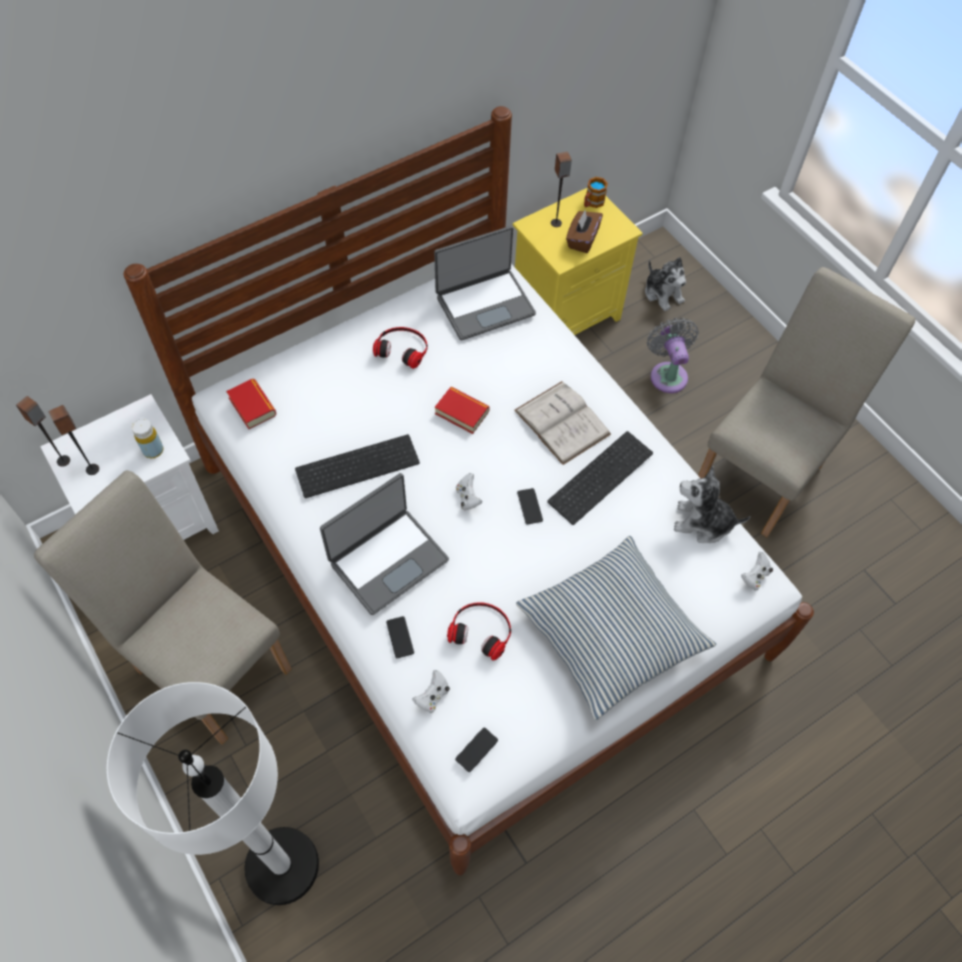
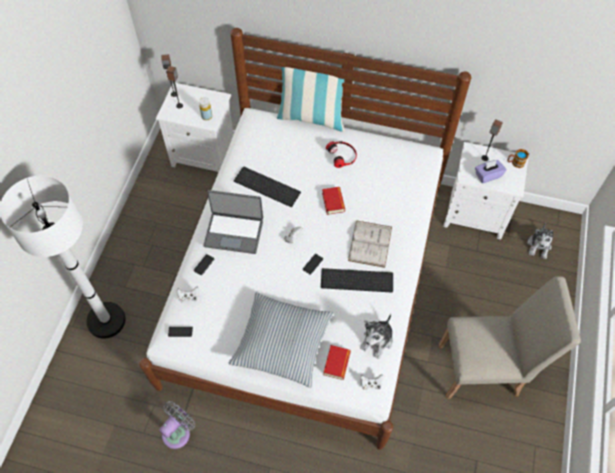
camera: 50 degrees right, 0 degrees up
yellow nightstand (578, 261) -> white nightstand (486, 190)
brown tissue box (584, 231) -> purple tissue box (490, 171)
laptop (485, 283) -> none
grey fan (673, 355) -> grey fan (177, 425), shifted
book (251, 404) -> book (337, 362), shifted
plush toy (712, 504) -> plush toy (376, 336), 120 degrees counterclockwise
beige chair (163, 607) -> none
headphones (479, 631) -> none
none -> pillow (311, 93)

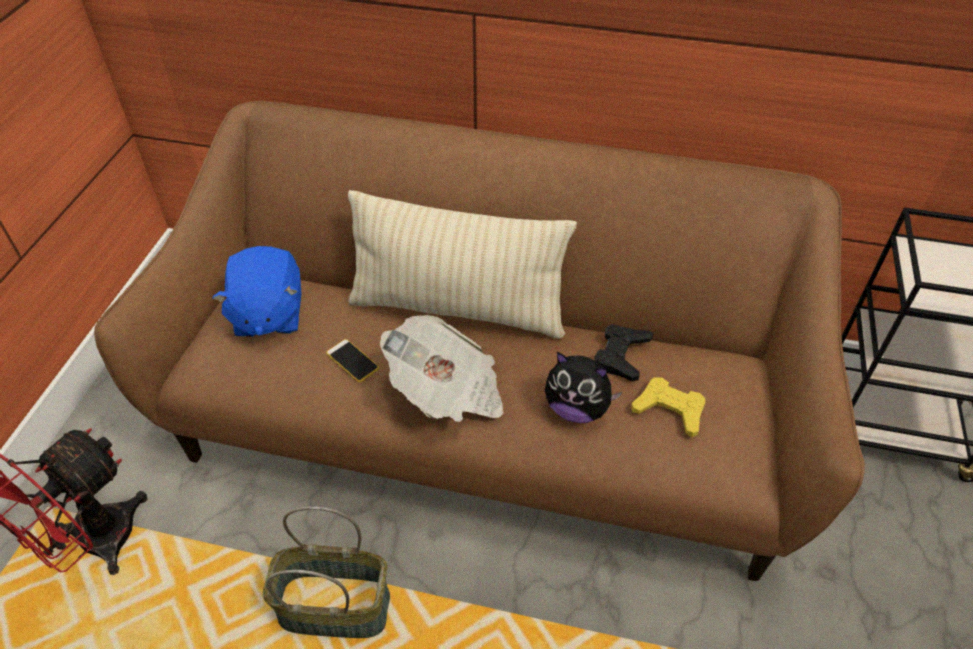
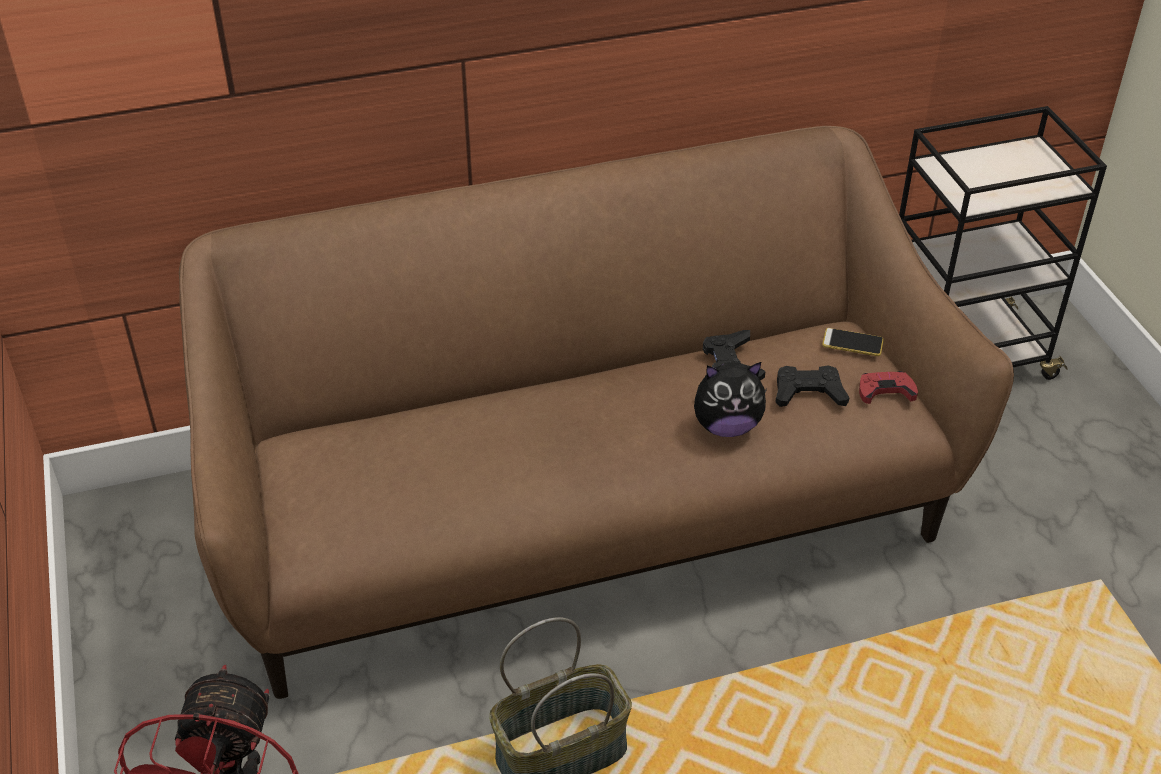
camera: 30 degrees left, 5 degrees down
beige pillow (462, 264) -> none
blue plush toy (256, 292) -> none
newspaper (442, 368) -> none
phone (352, 360) -> phone (853, 342), shifted
yellow game controller (668, 407) -> black game controller (812, 386)
none -> red game controller (888, 387)

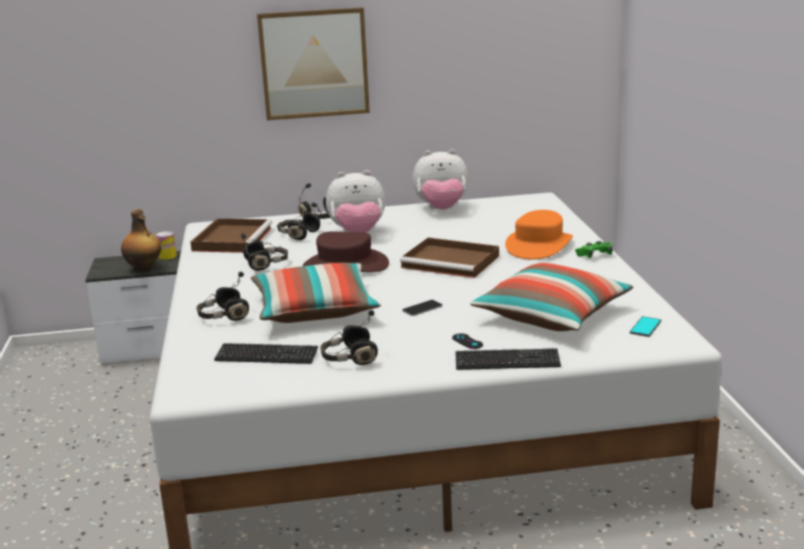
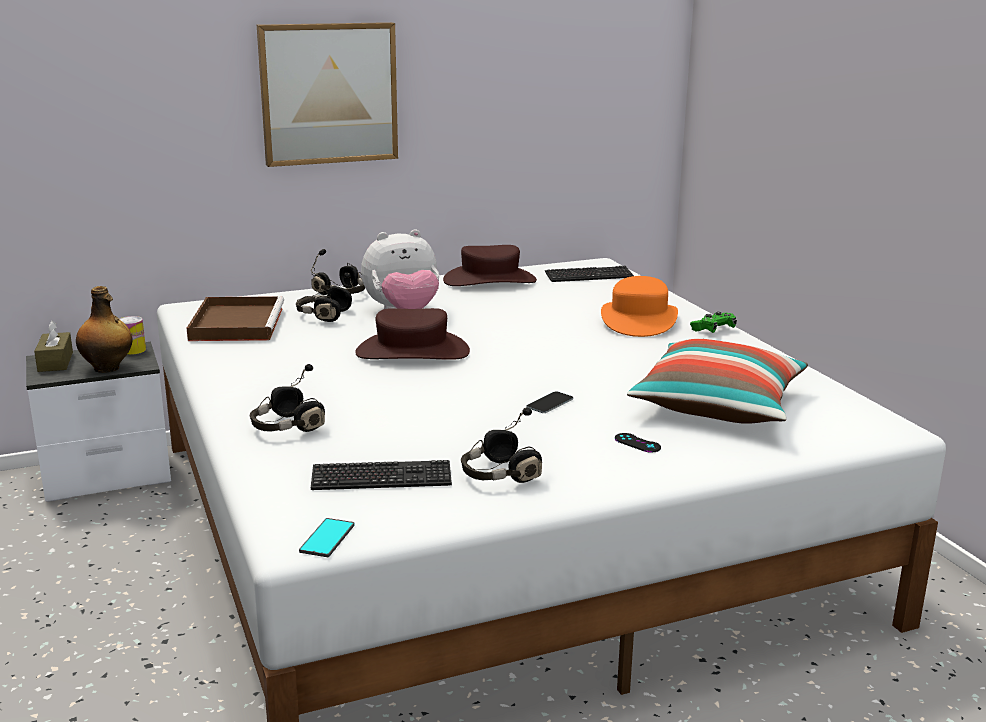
camera: 15 degrees left, 0 degrees up
plush toy (440, 179) -> brown hat (490, 265)
black headphones (264, 252) -> none
brown tray (449, 257) -> none
pillow (316, 293) -> none
phone (645, 326) -> phone (326, 537), shifted
keyboard (508, 359) -> keyboard (589, 274), shifted
none -> brown tissue box (53, 346)

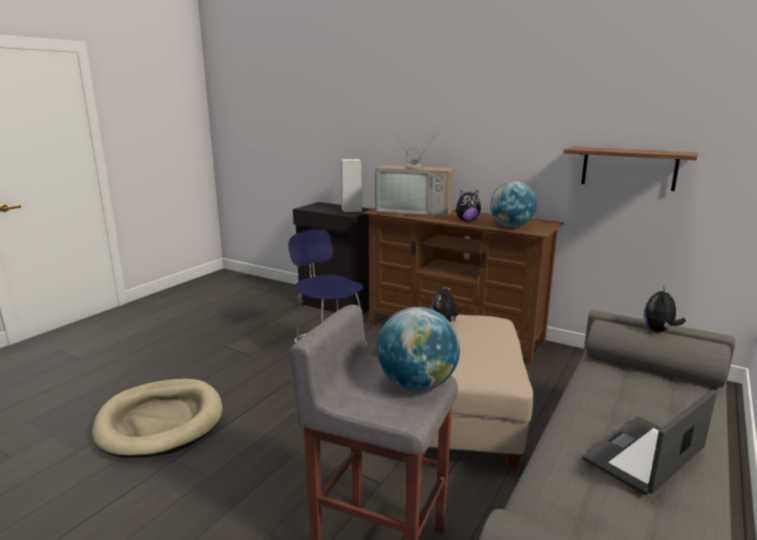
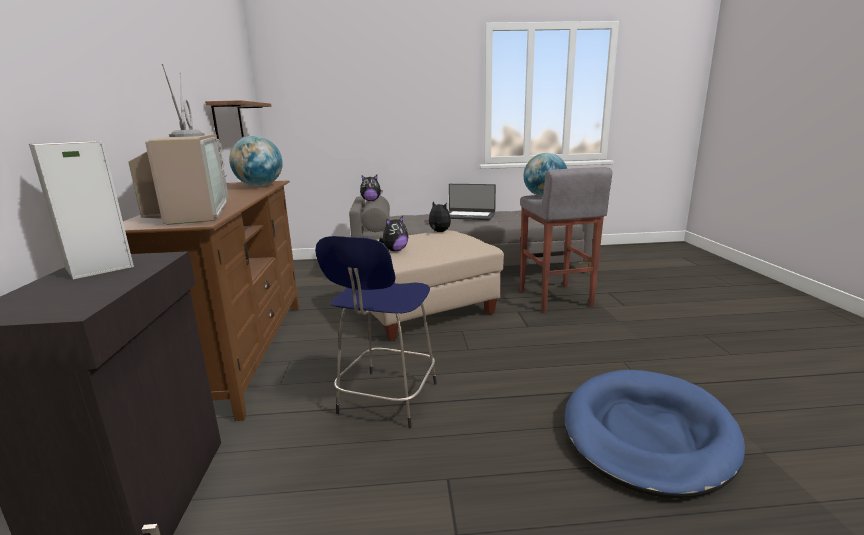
camera: 125 degrees left, 0 degrees up
plush toy (468, 205) -> plush toy (438, 217), shifted
beige dog bed (157, 418) -> blue dog bed (654, 434)

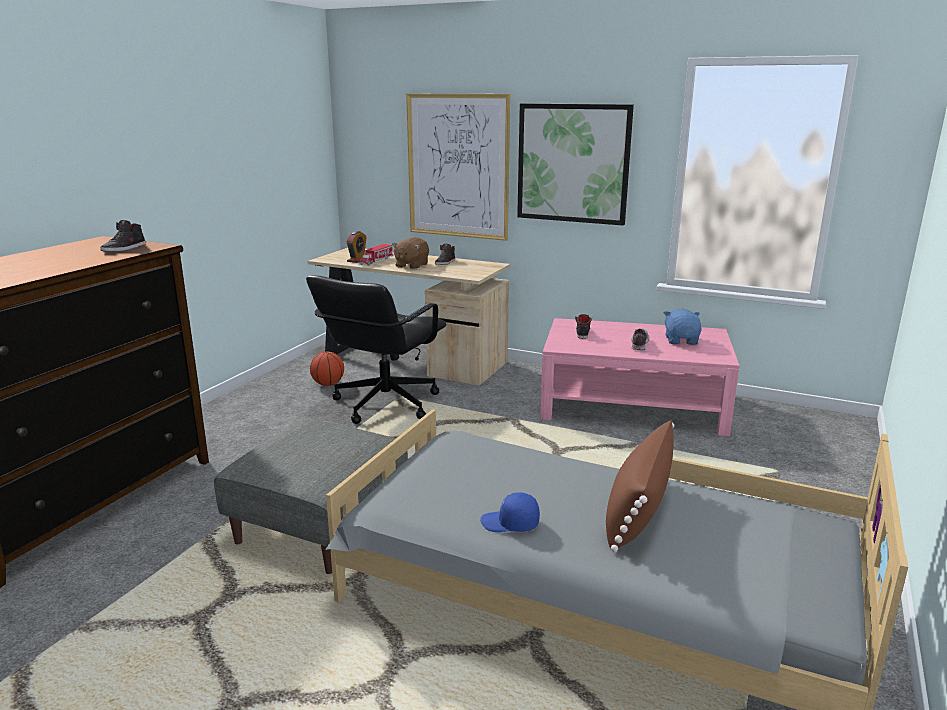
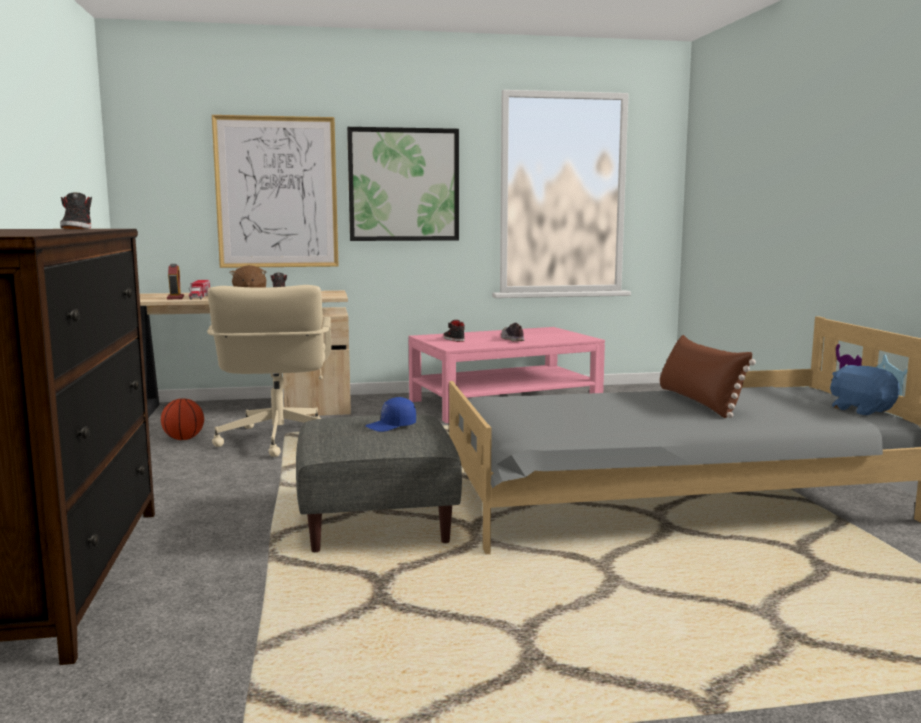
camera: 35 degrees left, 10 degrees down
black office chair (376, 349) -> beige office chair (269, 371)
blue plush toy (683, 327) -> blue plush toy (865, 390), shifted
blue cap (510, 512) -> blue cap (390, 414), shifted

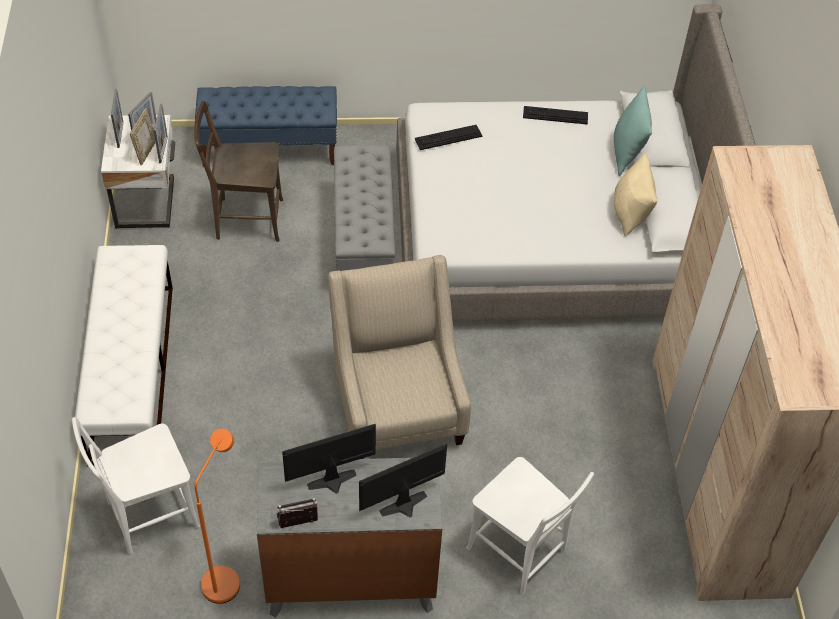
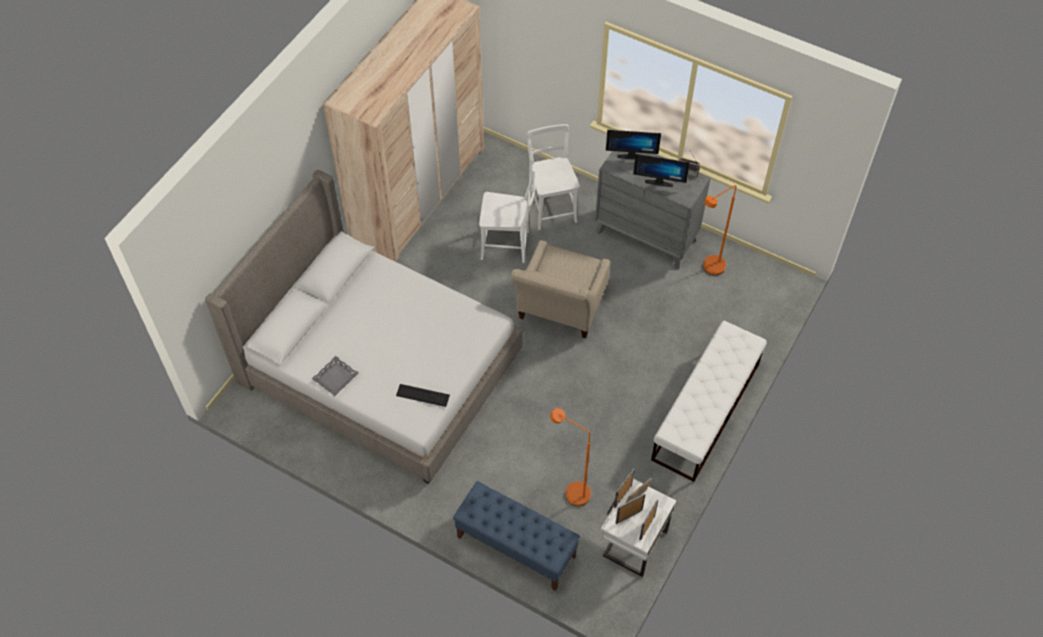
camera: 145 degrees left, 5 degrees up
turquoise pillow (633, 131) -> none
brown chair (238, 171) -> orange floor lamp (570, 457)
keyboard (555, 115) -> grey tray (335, 376)
grey bench (364, 208) -> none
beige pillow (635, 194) -> none
white chair (136, 485) -> white chair (507, 217), shifted

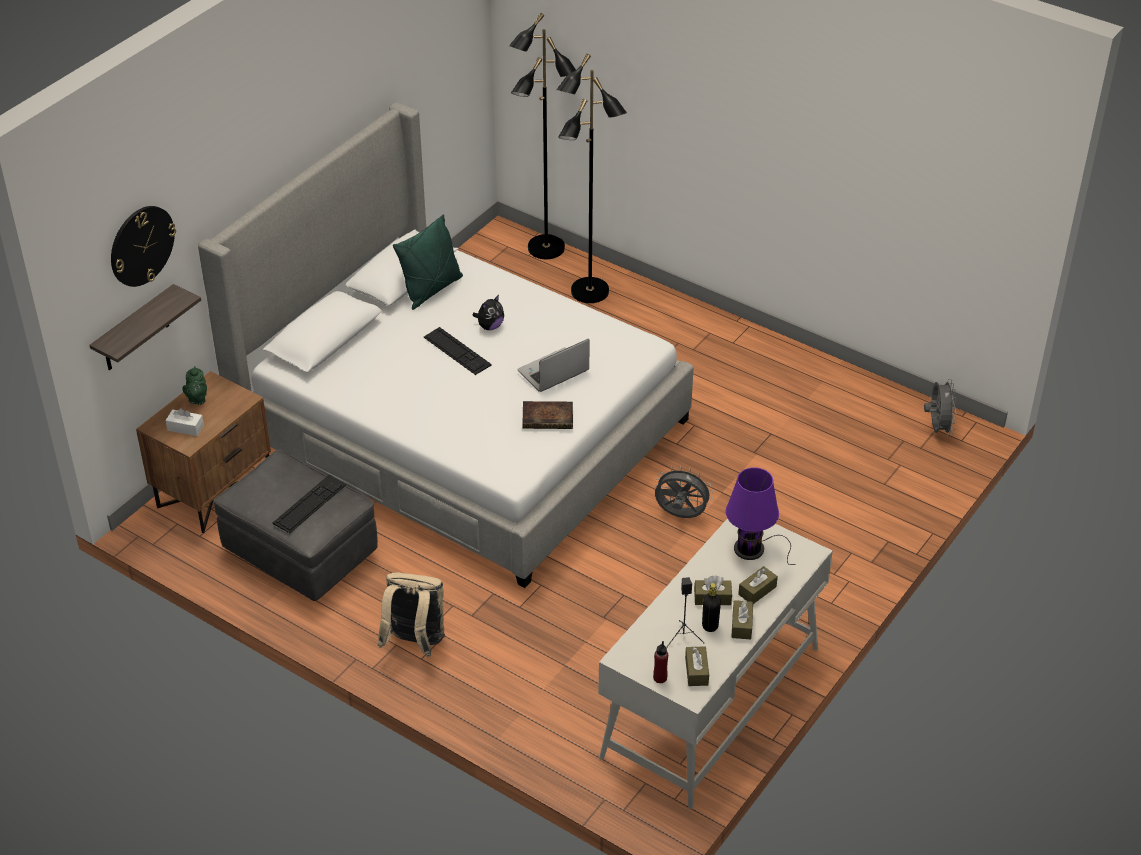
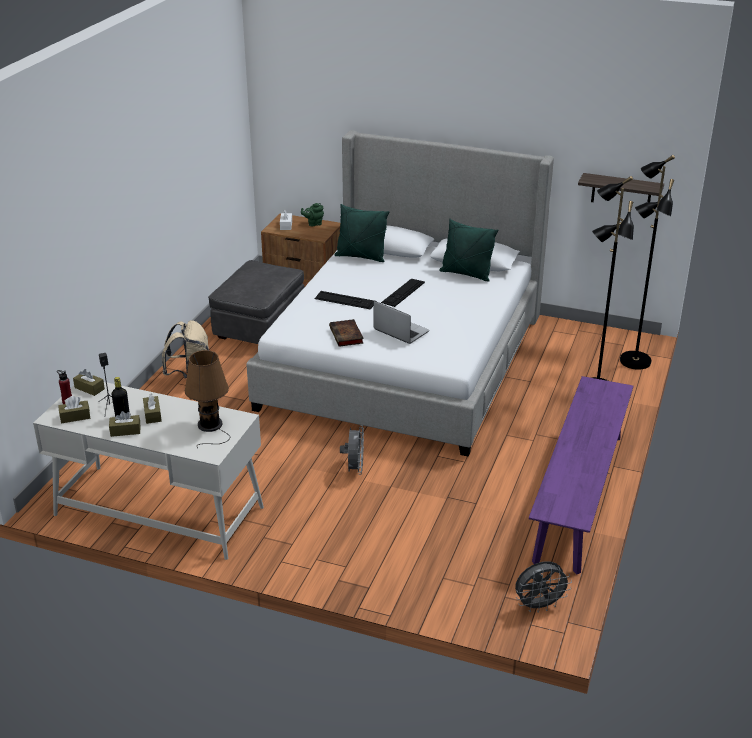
camera: 75 degrees right, 10 degrees down
wall clock (143, 246) -> none
shelf (145, 327) -> shelf (621, 187), shifted
plush toy (488, 312) -> none
purple table lamp (761, 516) -> brown table lamp (207, 399)
keyboard (309, 503) -> keyboard (344, 300), shifted
brown tissue box (758, 585) -> brown tissue box (89, 382), shifted
none -> green pillow (362, 233)
none -> purple bench (581, 475)

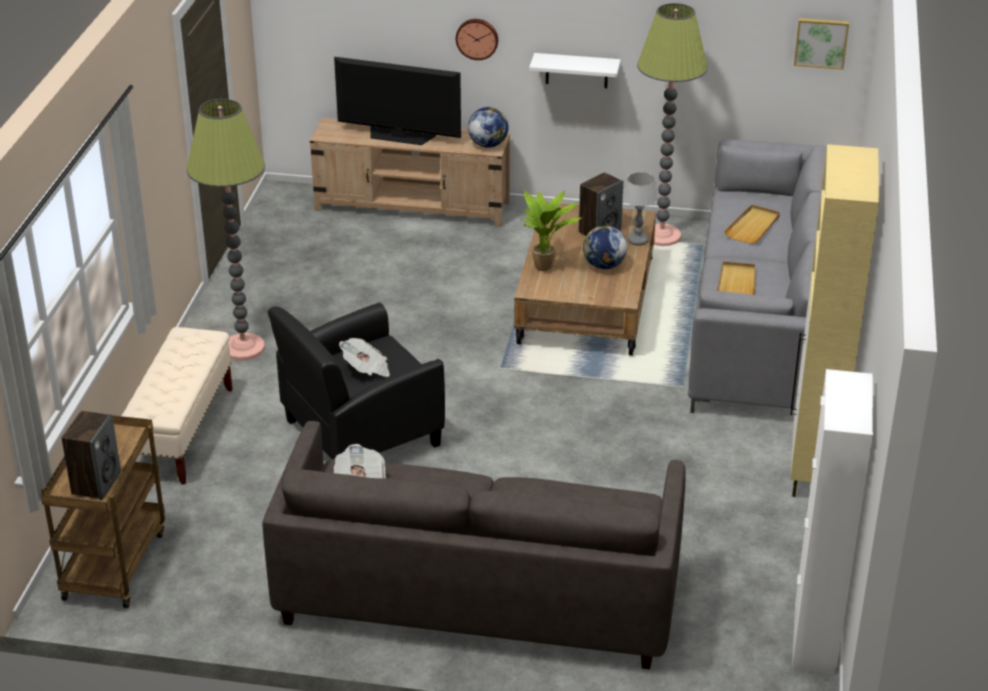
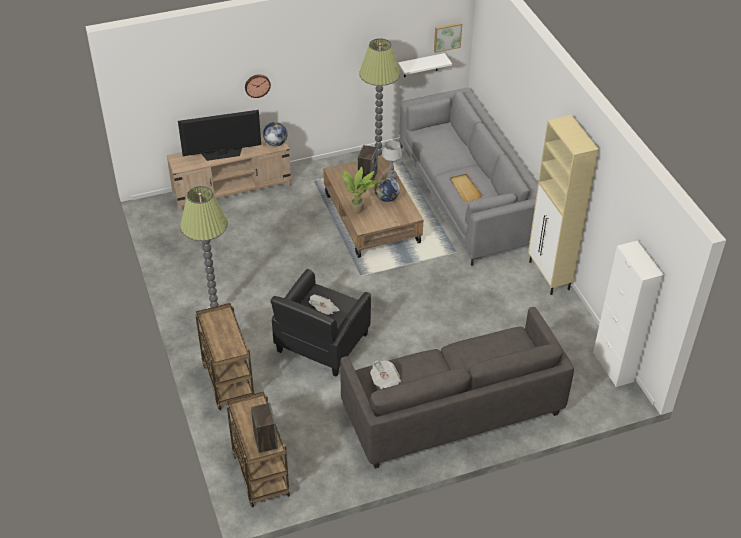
camera: 30 degrees left, 10 degrees up
white shelf (575, 70) -> white shelf (425, 65), shifted
beige tray (752, 224) -> none
beige bench (177, 406) -> brown cart (224, 356)

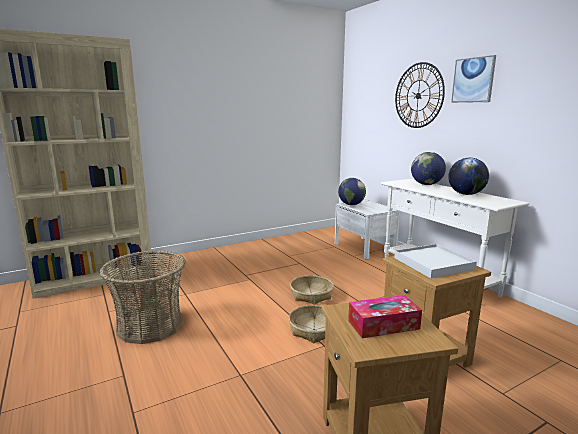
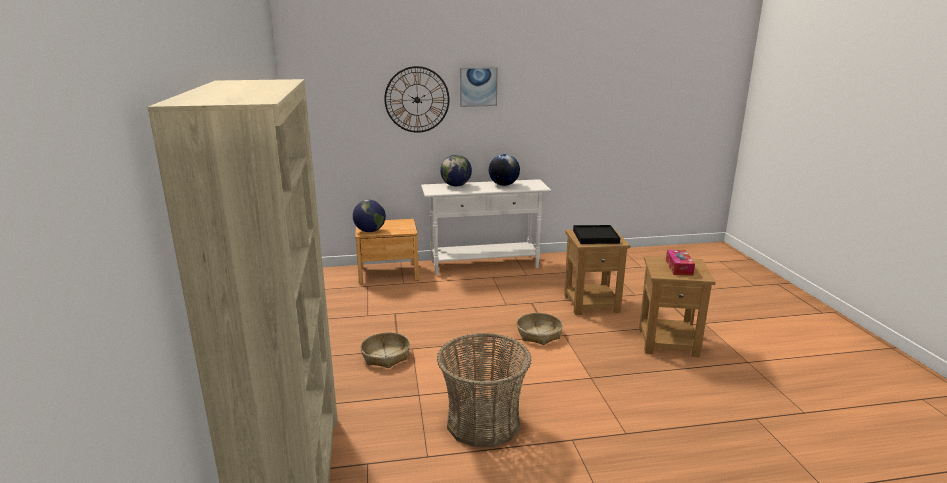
camera: 70 degrees left, 5 degrees up
white nightstand (367, 230) -> brown nightstand (387, 251)
white tray (435, 261) -> black tray (596, 234)
basket (312, 290) -> basket (385, 350), shifted

